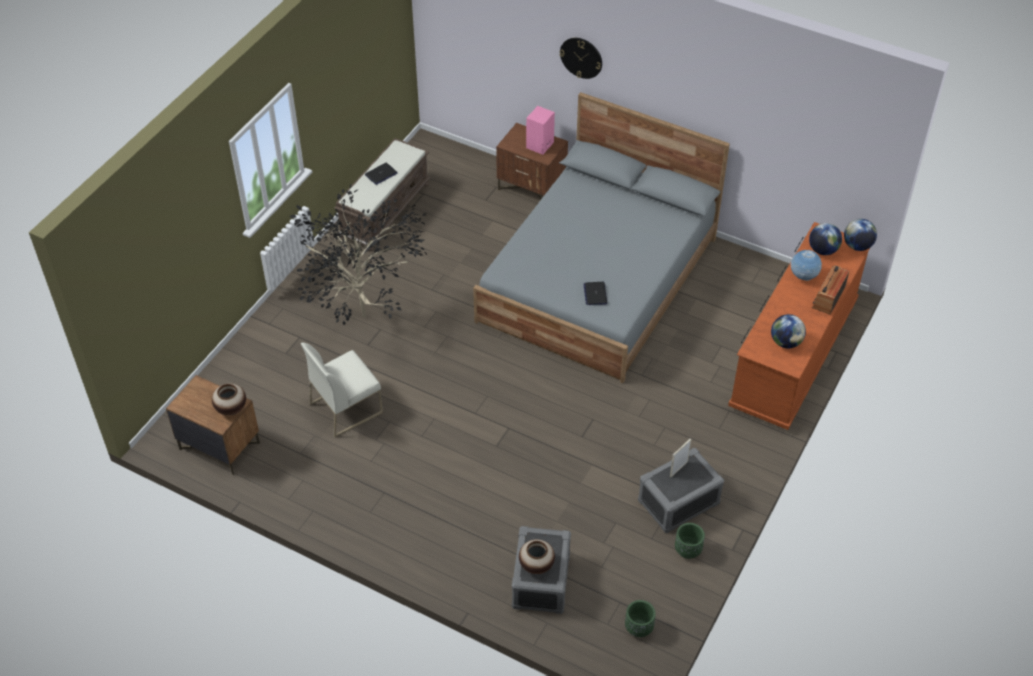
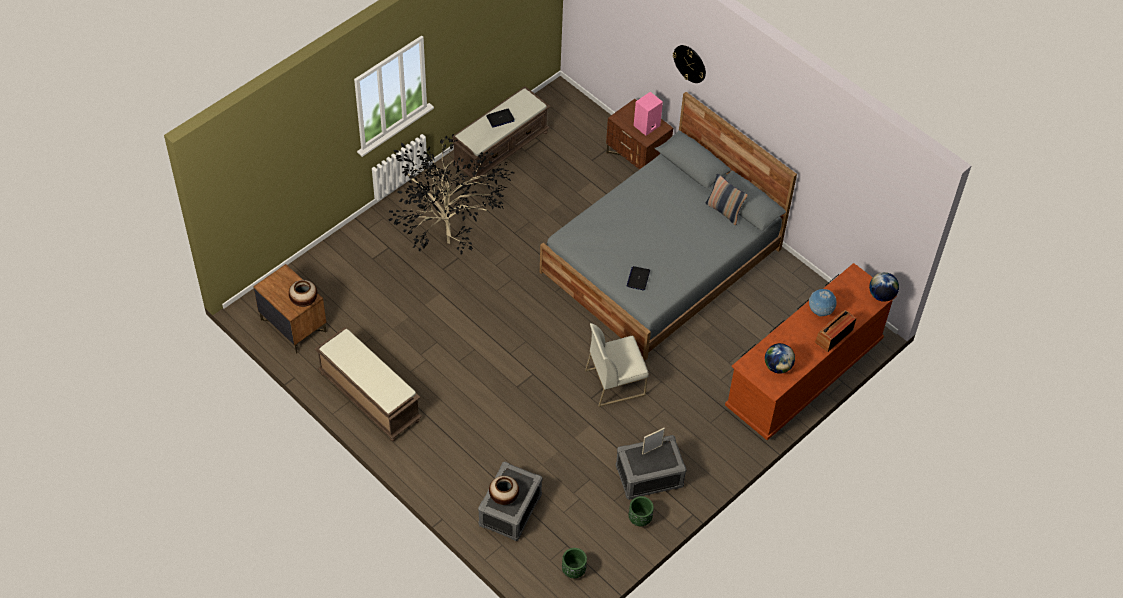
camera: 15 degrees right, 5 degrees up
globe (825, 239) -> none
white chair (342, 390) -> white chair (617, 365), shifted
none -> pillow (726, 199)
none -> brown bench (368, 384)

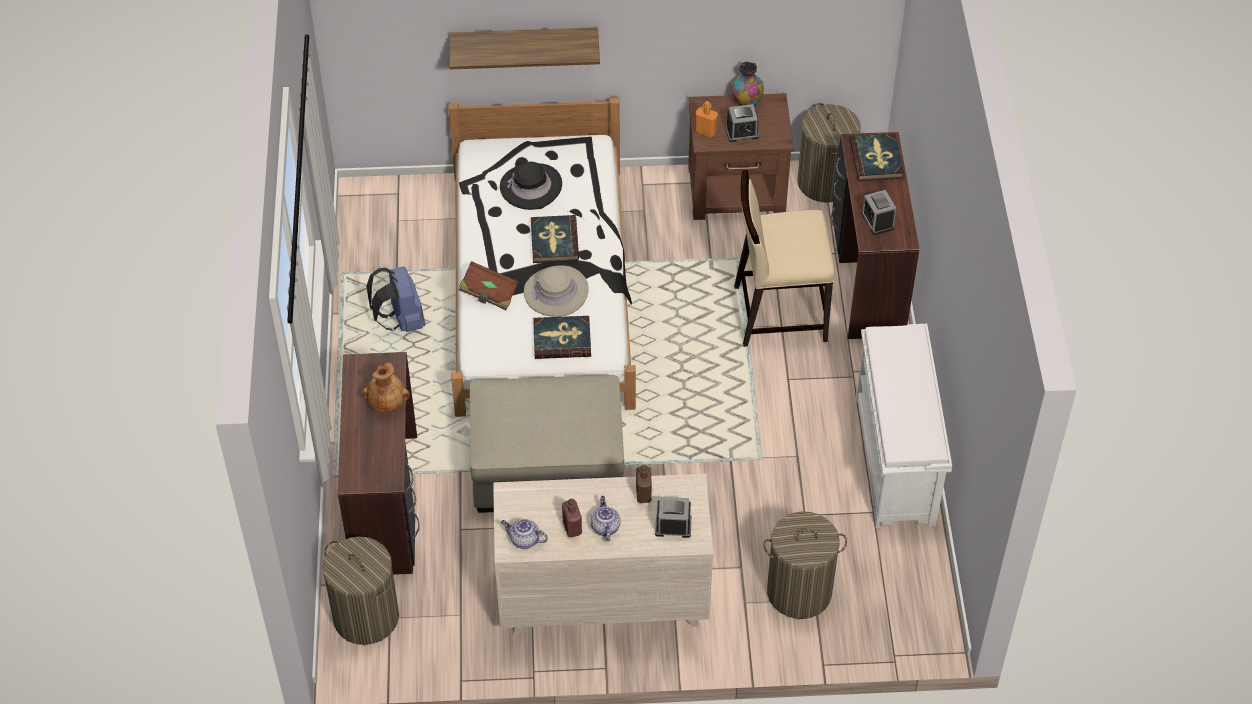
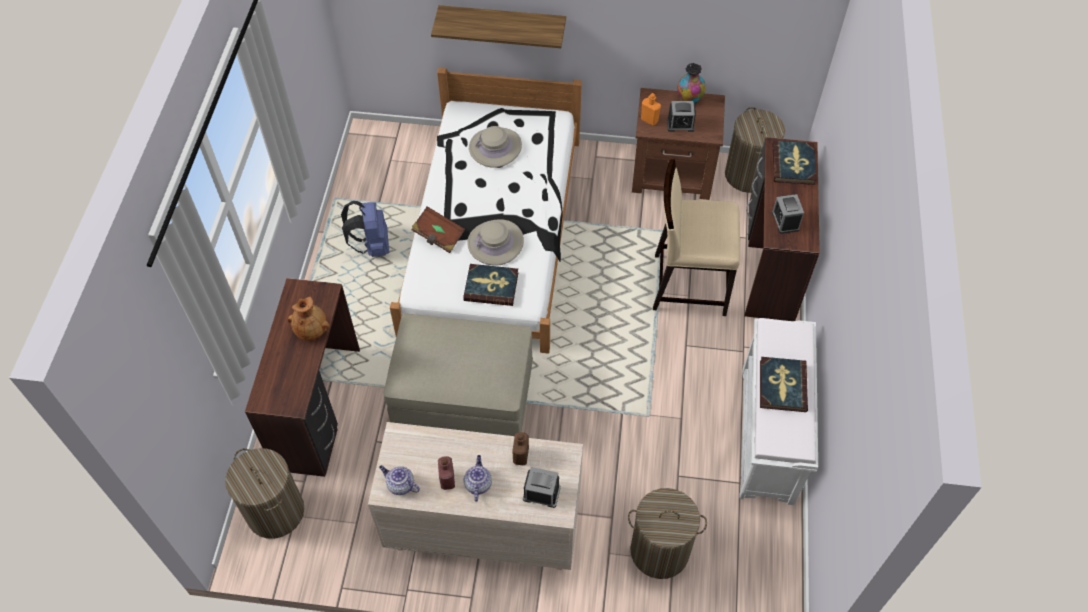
camera: 10 degrees right, 5 degrees up
black hat (531, 186) -> beige hat (495, 147)
book (555, 239) -> book (784, 384), shifted

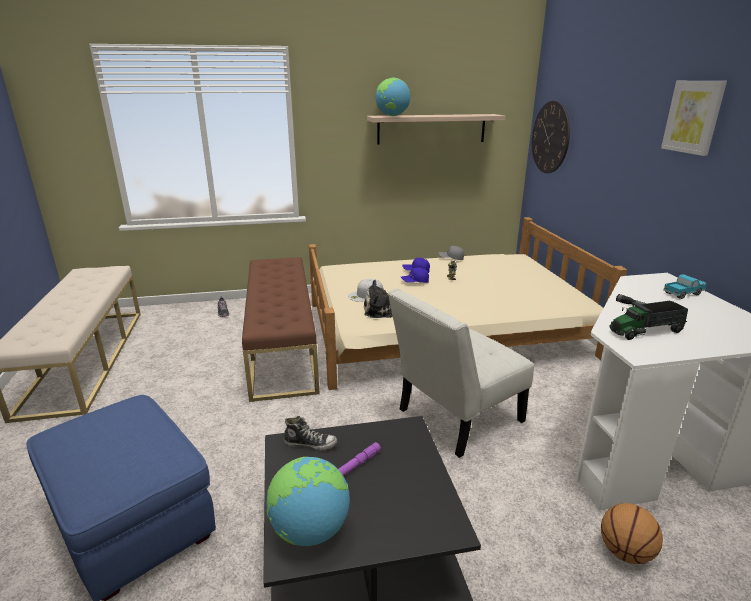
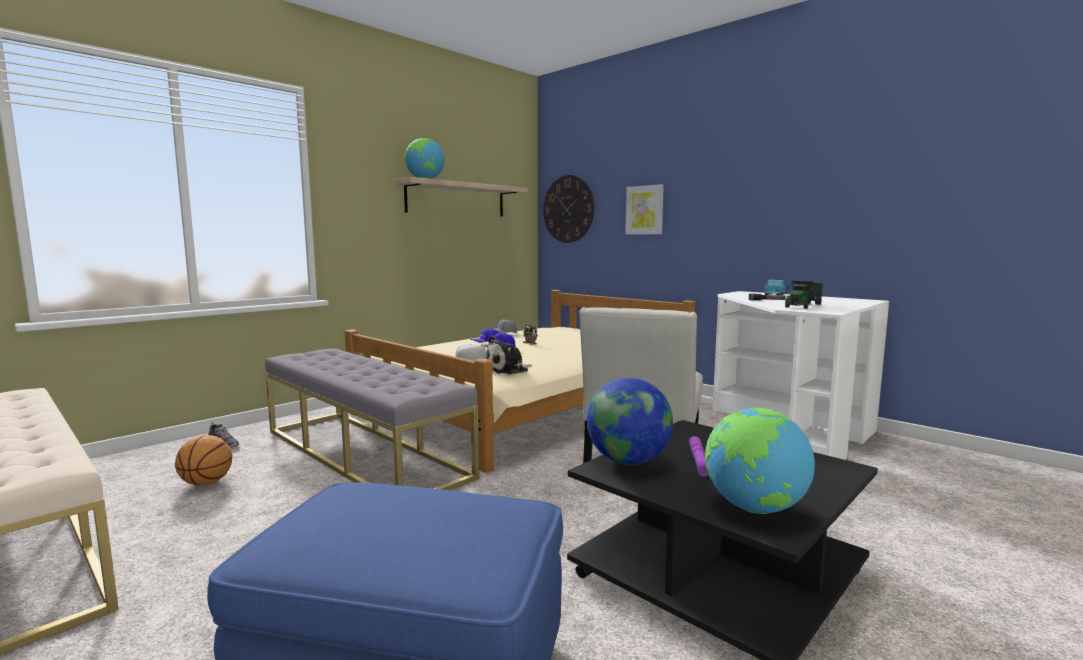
camera: 35 degrees left, 15 degrees down
picture (694, 118) -> picture (644, 209), shifted
brown bench (281, 329) -> grey bench (372, 419)
shoe (311, 433) -> globe (630, 421)
basketball (632, 533) -> basketball (203, 460), shifted

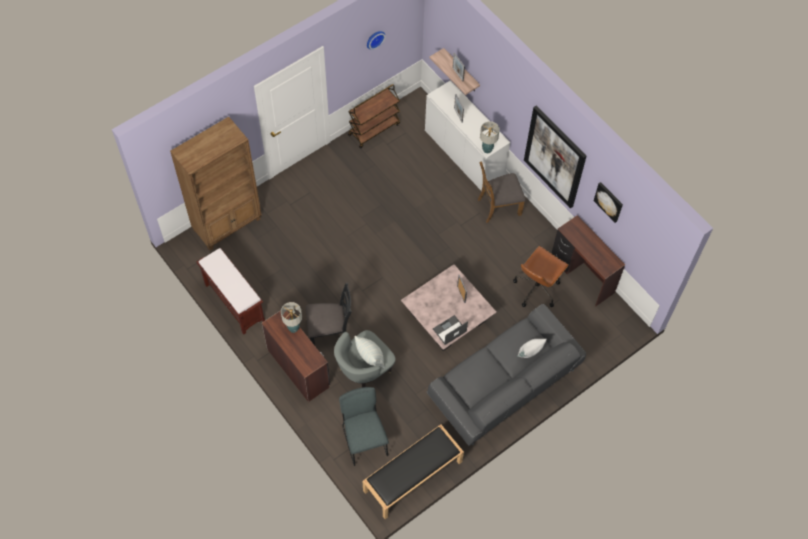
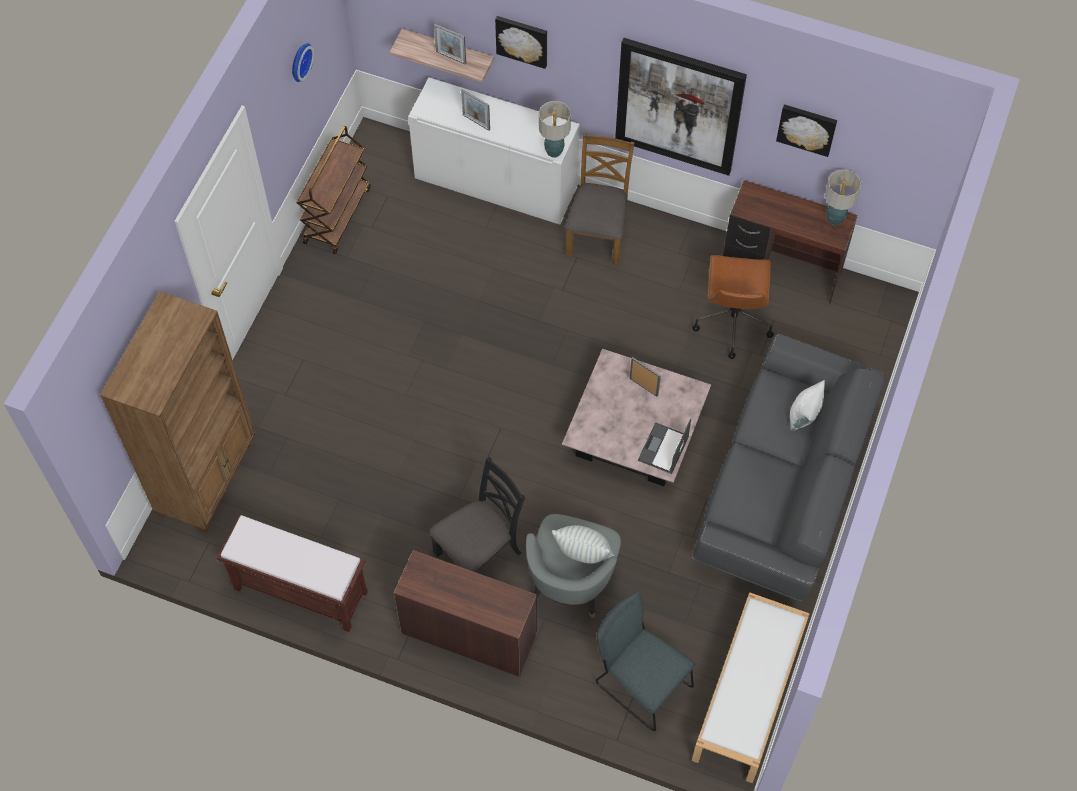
camera: 30 degrees left, 0 degrees up
brown chair (502, 192) -> brown chair (599, 199), 150 degrees clockwise
table lamp (291, 317) -> table lamp (843, 197), shifted
black bench (413, 471) -> white bench (751, 687)
none -> picture (521, 42)

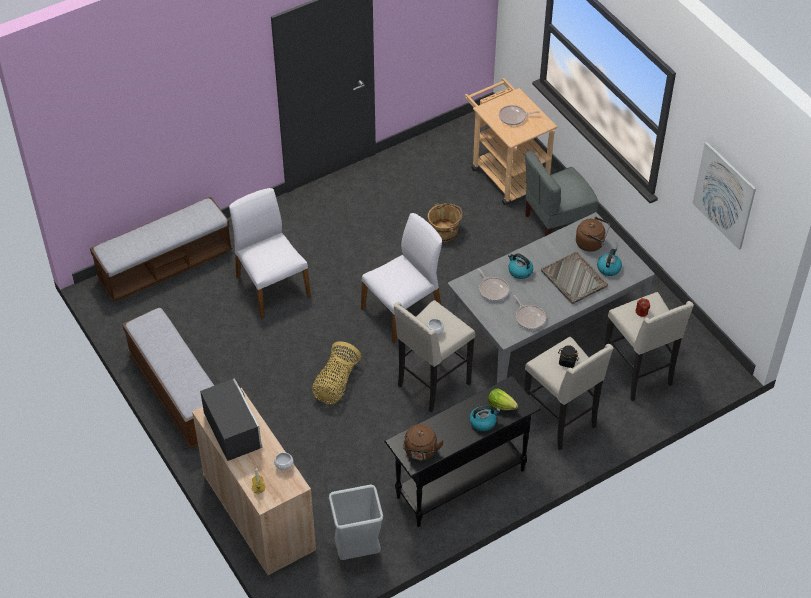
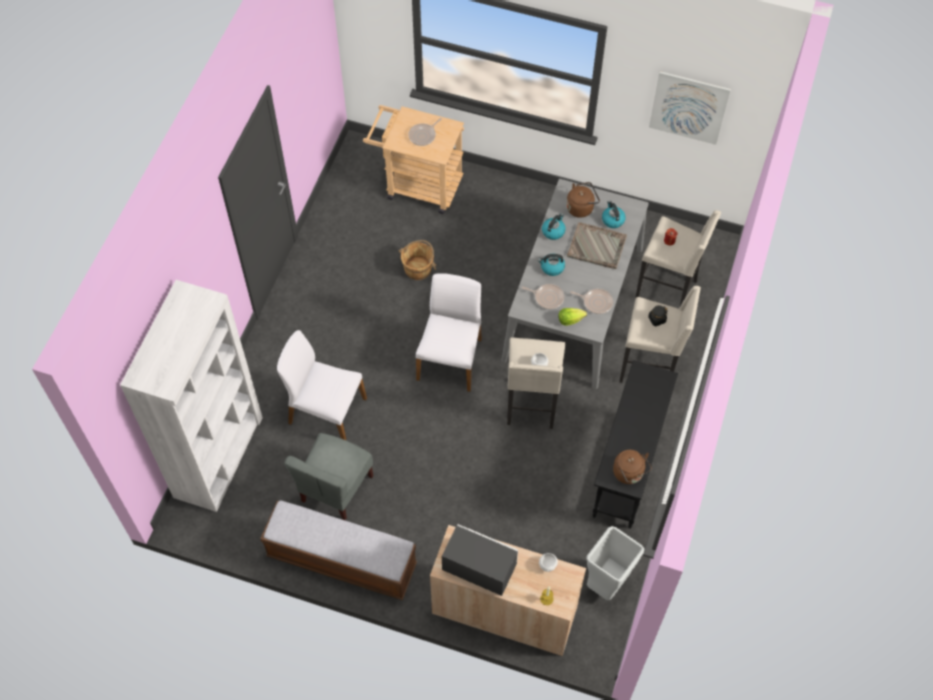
camera: 40 degrees left, 10 degrees up
grey chair (561, 193) -> grey chair (328, 476), shifted
bench (161, 249) -> white bookcase (191, 396)
basket (336, 372) -> none
lettuce (503, 399) -> lettuce (572, 317), shifted
kettle (484, 418) -> kettle (554, 226), shifted

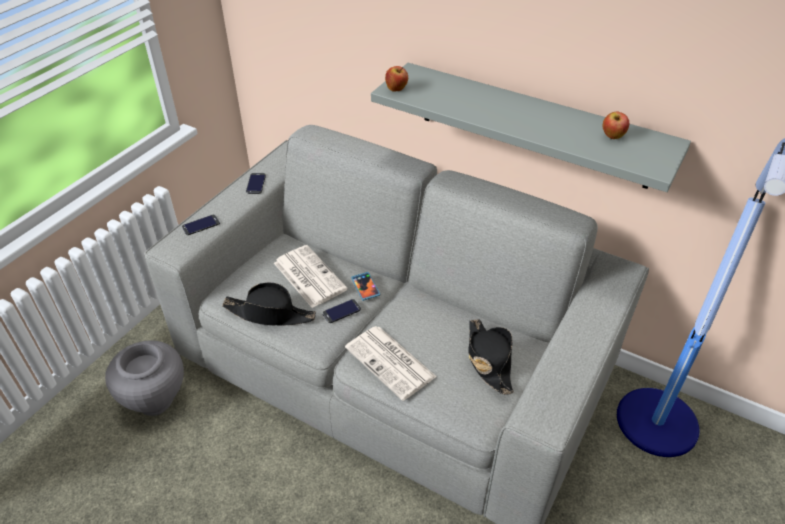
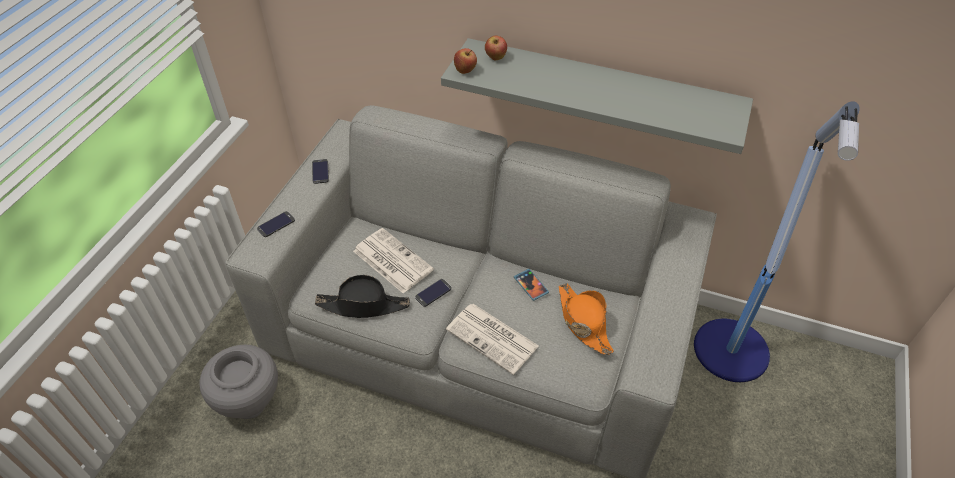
camera: 10 degrees left, 5 degrees up
apple (615, 125) -> apple (496, 48), shifted
phone (365, 286) -> phone (531, 285), shifted
black hat (491, 357) -> orange hat (586, 319)

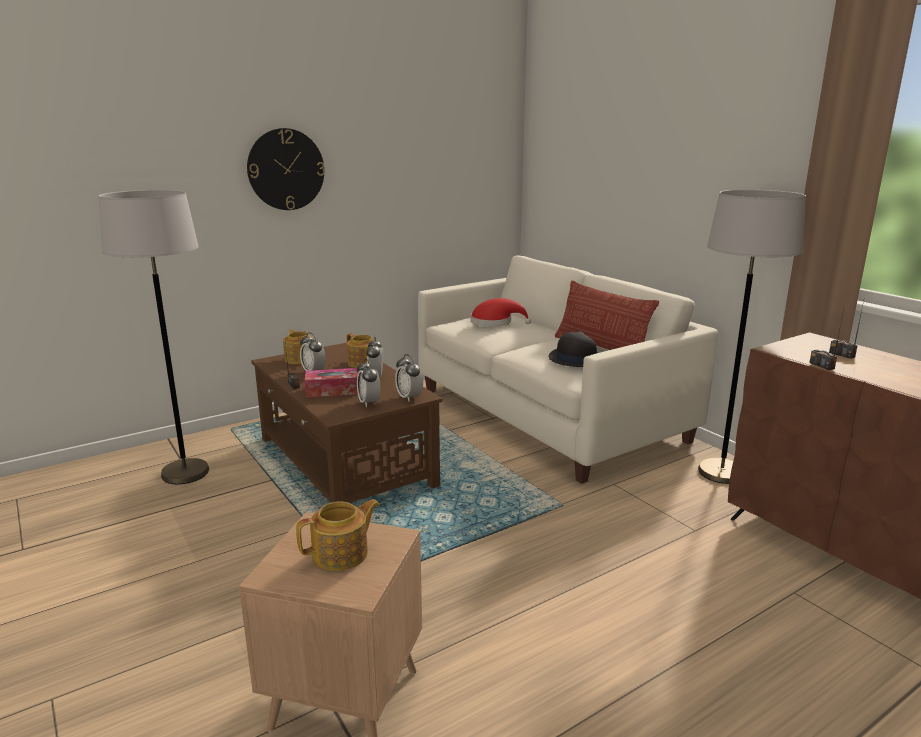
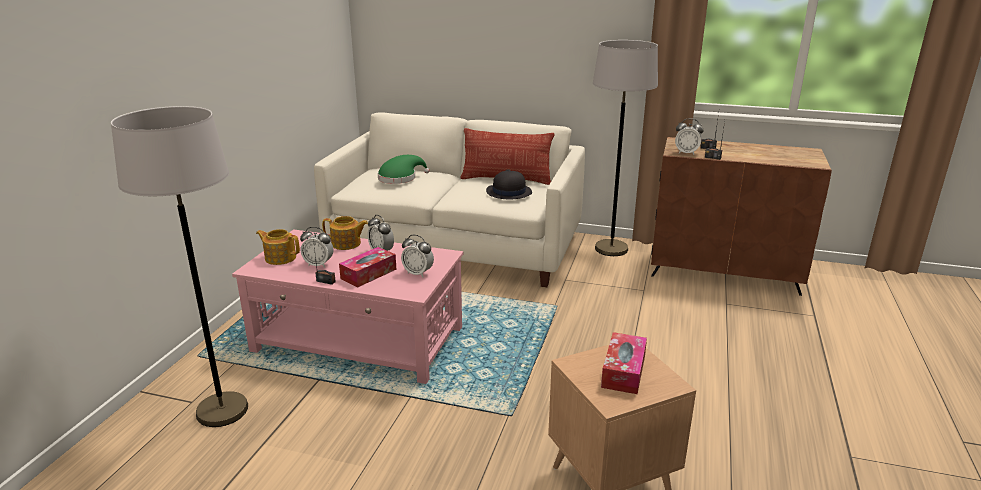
camera: 40 degrees left, 5 degrees up
wall clock (286, 169) -> none
red hat (501, 312) -> green hat (404, 169)
brown coffee table (347, 423) -> pink coffee table (347, 306)
alarm clock (409, 378) -> alarm clock (689, 136), shifted
teapot (338, 535) -> tissue box (624, 363)

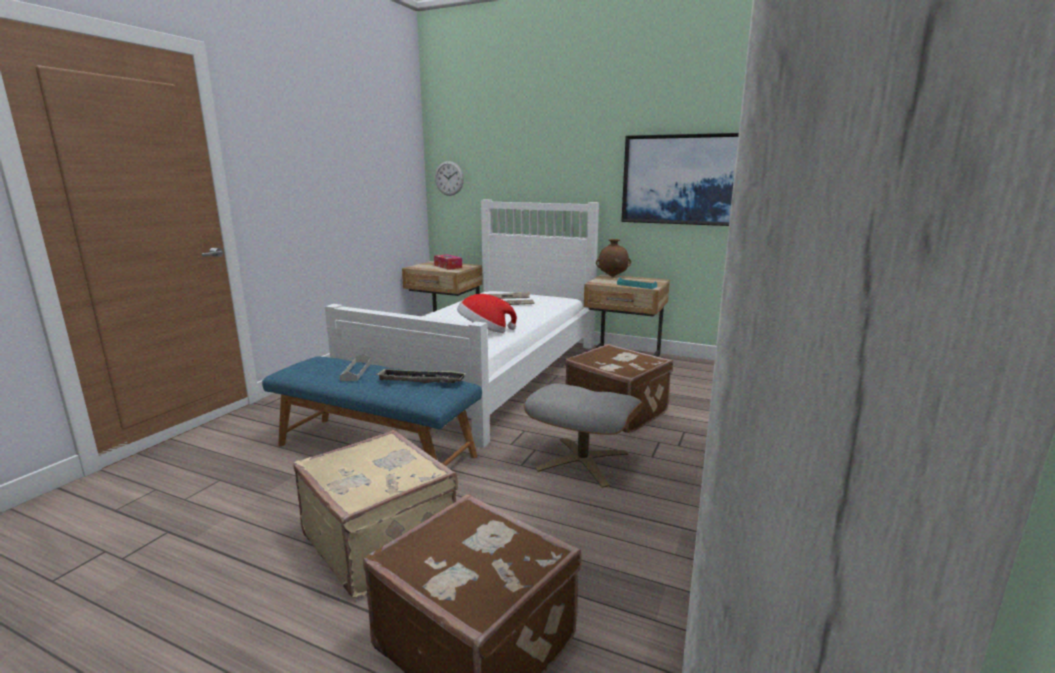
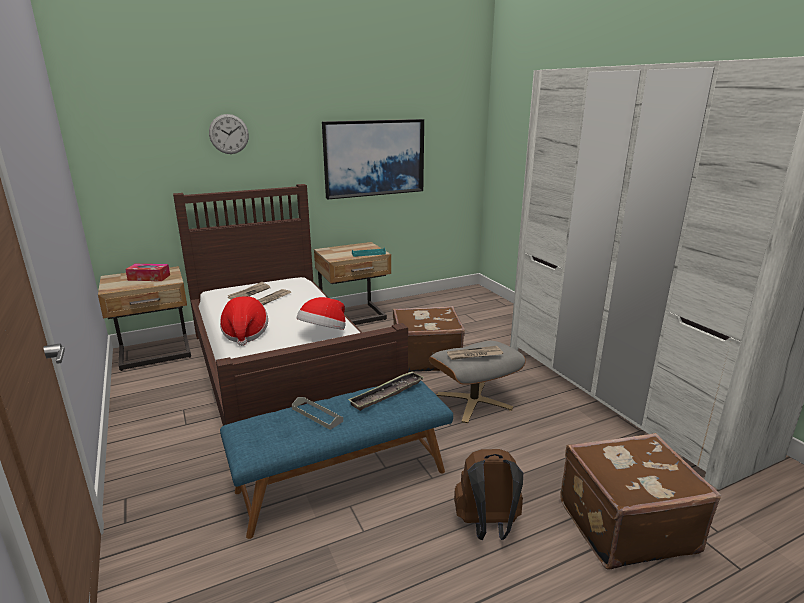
camera: 50 degrees left, 5 degrees up
wall clock (449, 178) -> wall clock (229, 134), shifted
white bed (462, 323) -> brown bed (290, 305)
brown vase (613, 258) -> none
beige suitcase (375, 514) -> brown backpack (488, 494)
none -> hat (244, 321)
none -> newspaper (475, 353)

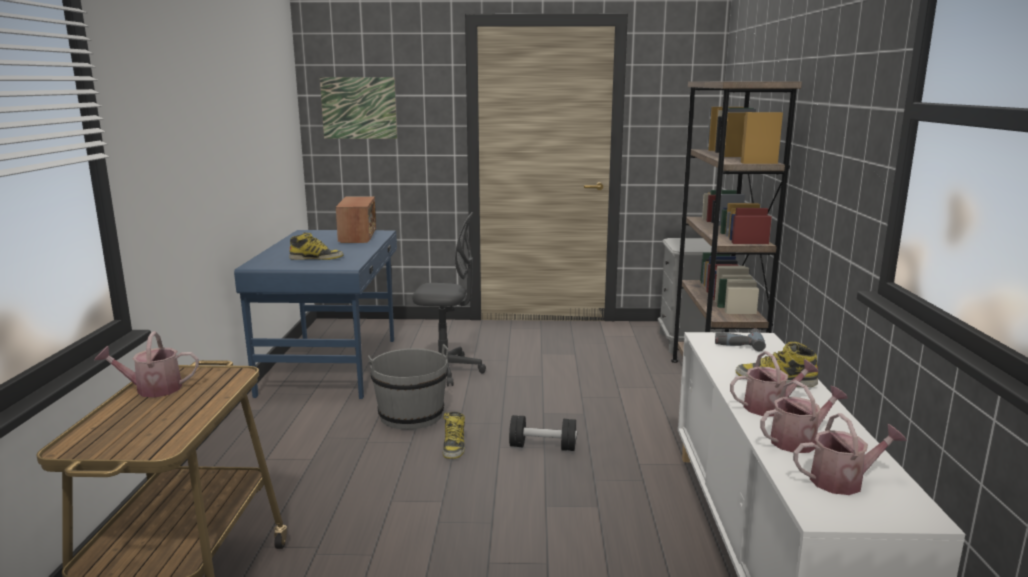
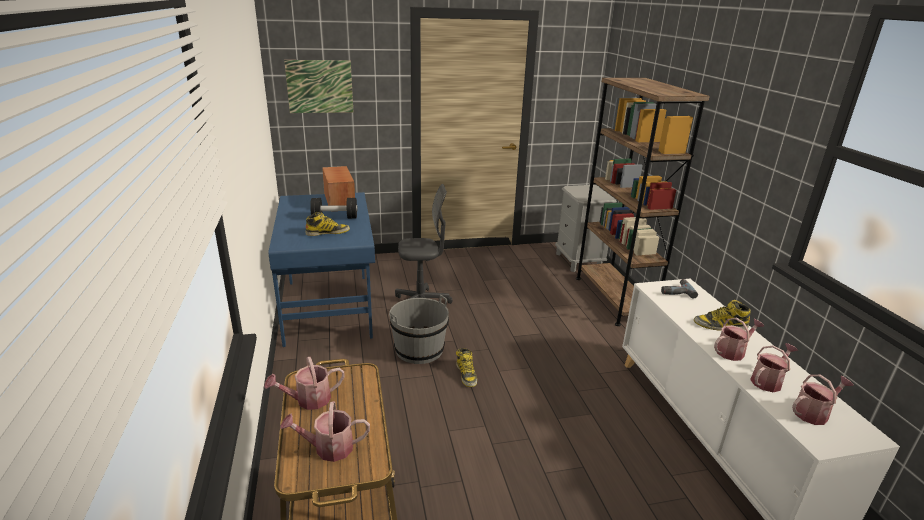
camera: 15 degrees left, 10 degrees up
black dumbbell (543, 433) -> black dumbbell (334, 208), shifted
none -> watering can (325, 431)

